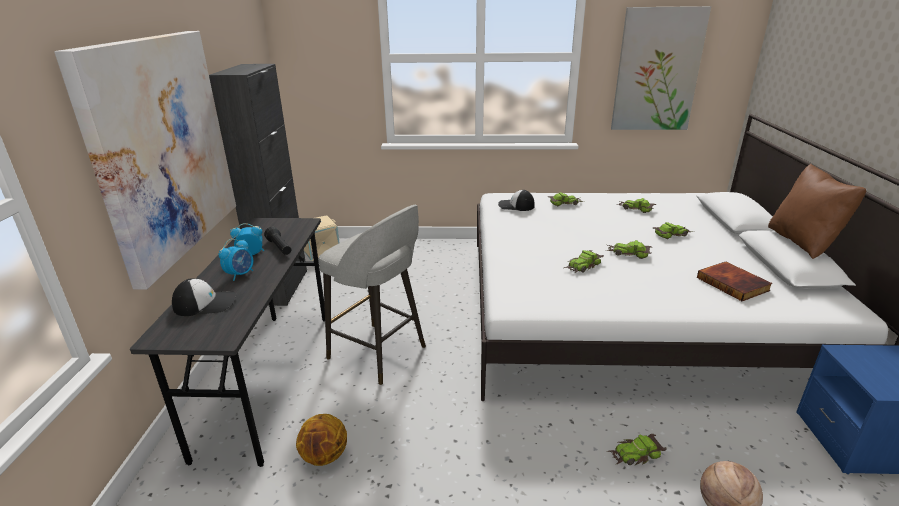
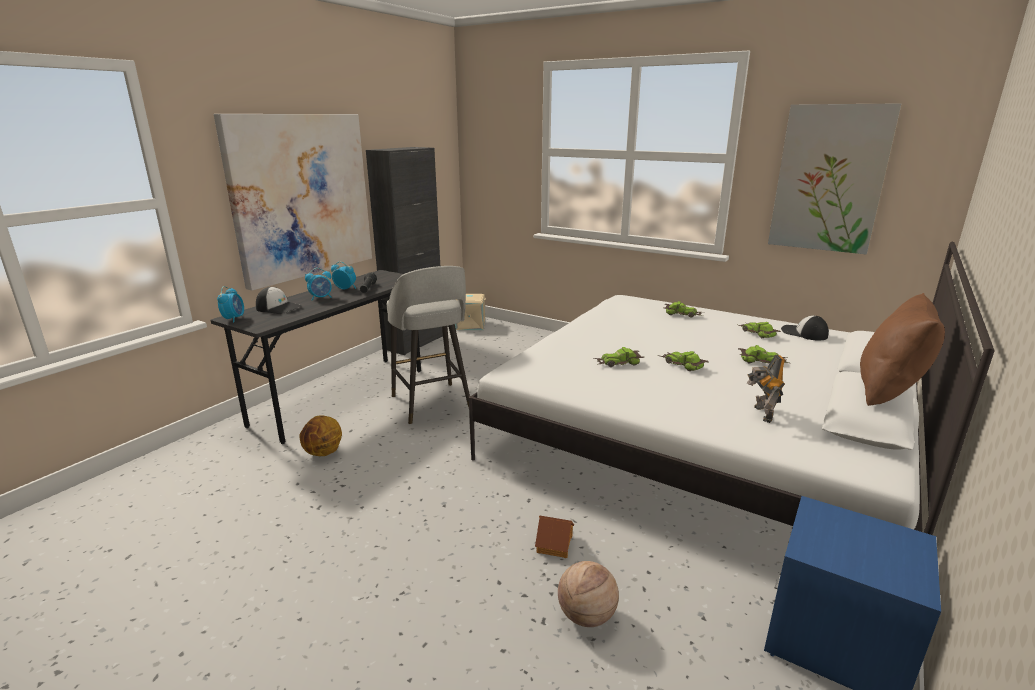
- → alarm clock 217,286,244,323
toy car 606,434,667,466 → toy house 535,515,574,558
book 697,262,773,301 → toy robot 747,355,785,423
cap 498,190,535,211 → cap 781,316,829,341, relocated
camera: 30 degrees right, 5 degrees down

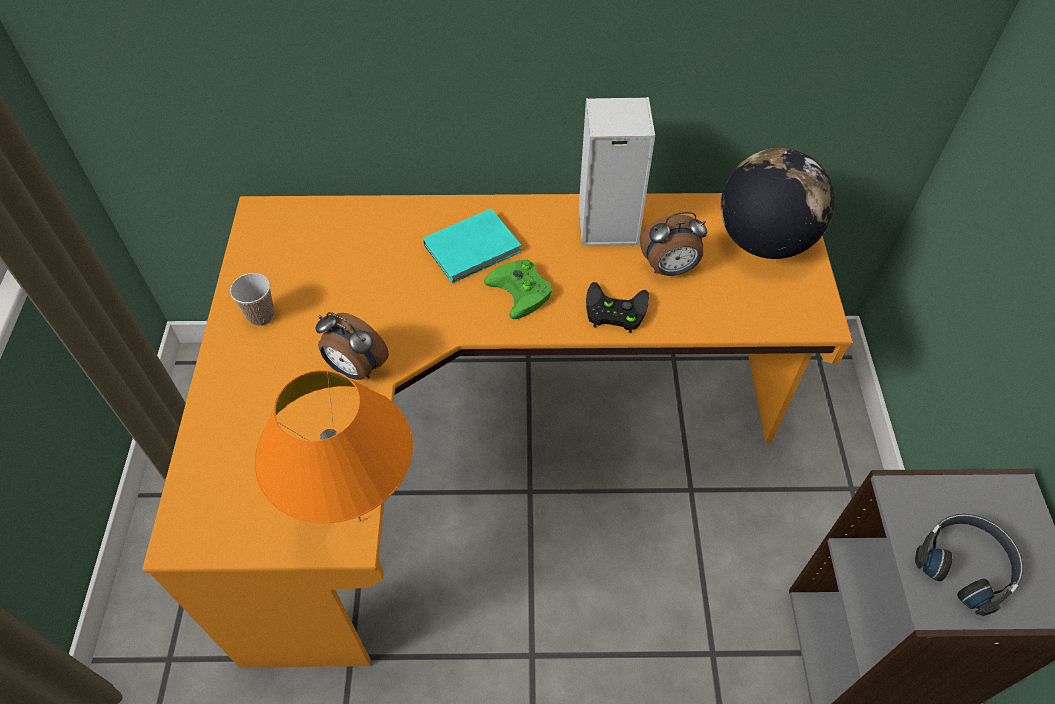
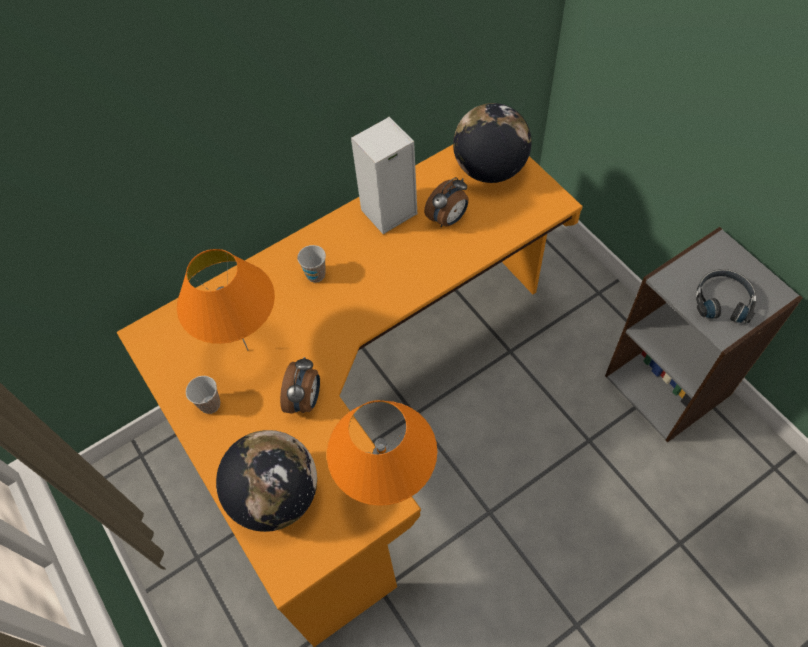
- → orange table lamp 177,249,275,350
- → globe 216,430,317,532
alarm clock 316,312,389,380 → alarm clock 280,357,320,414, 75 degrees counterclockwise
turquoise book 423,209,521,284 → cup 297,245,326,283
green game controller 484,259,552,319 → -
black game controller 586,282,649,333 → -
camera: 30 degrees left, 5 degrees up

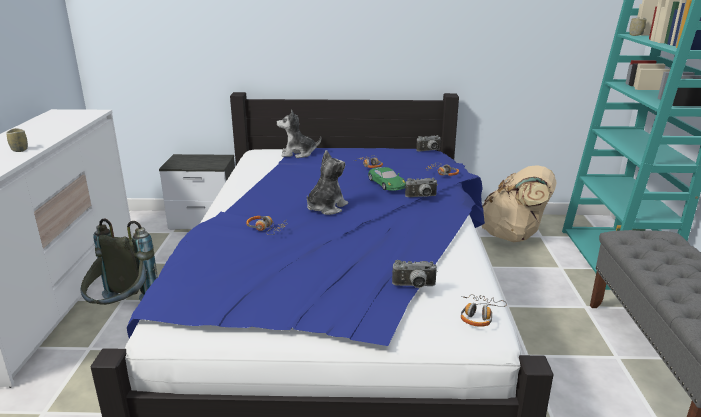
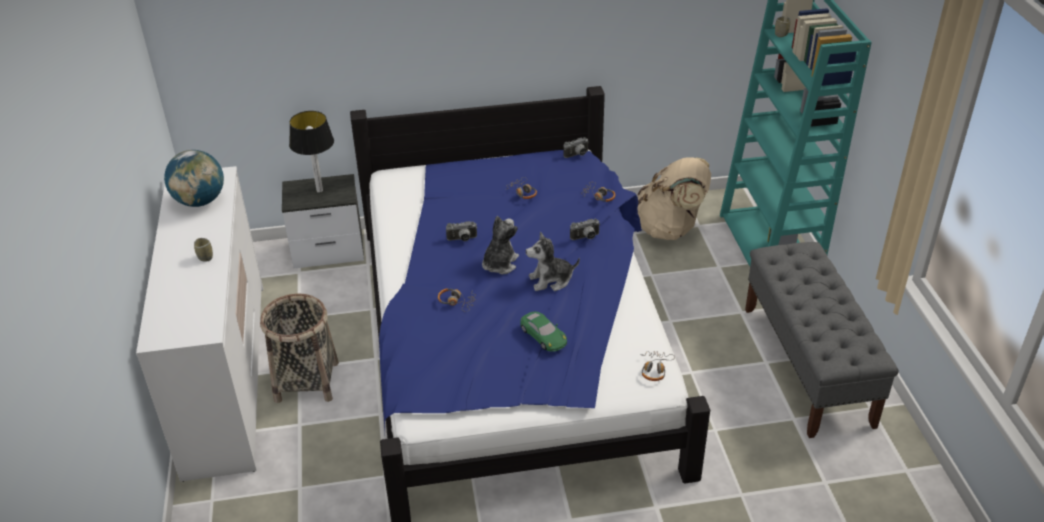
- → globe 164,150,224,207
grey backpack 80,218,158,305 → basket 260,293,339,403
- → table lamp 289,111,334,193
photo camera 392,260,437,288 → photo camera 446,221,477,241, relocated
green toy car 368,167,406,191 → green toy car 520,312,567,352, relocated
plush toy 277,110,322,158 → plush toy 526,232,580,291, relocated
camera: 10 degrees left, 15 degrees up

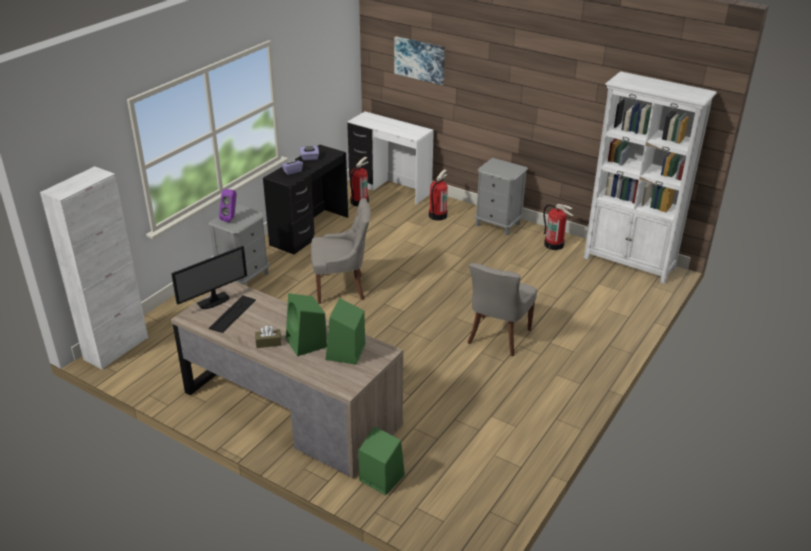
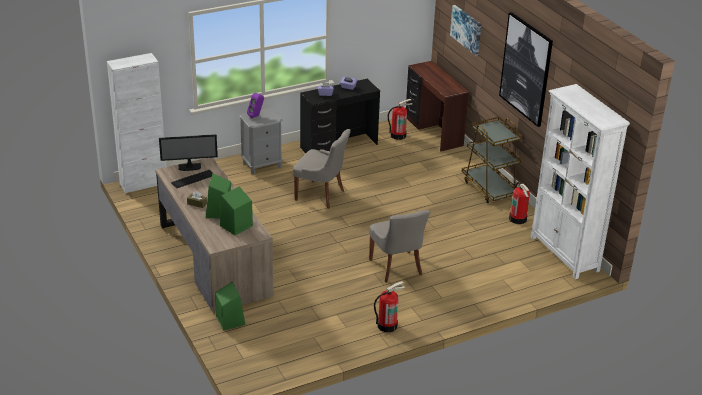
grey chair 467,263,537,356 → grey chair 369,210,430,282, 75 degrees counterclockwise
fire extinguisher 429,169,448,221 → fire extinguisher 374,281,405,332, relocated
white desk 347,111,434,205 → brown desk 406,61,469,152
grey nightstand 474,158,528,235 → brown cart 462,117,522,203
- → picture 499,12,553,127
camera: 30 degrees right, 0 degrees up

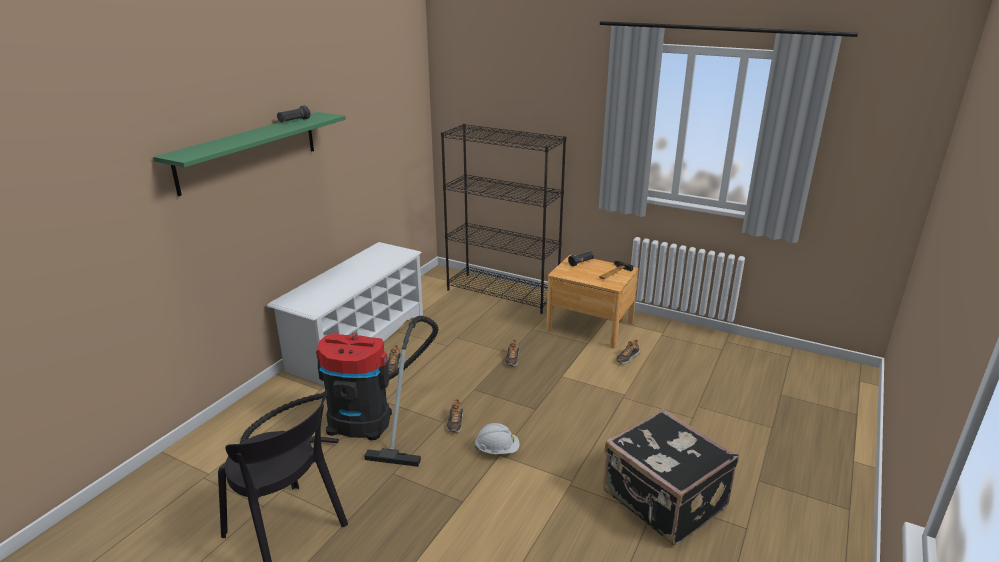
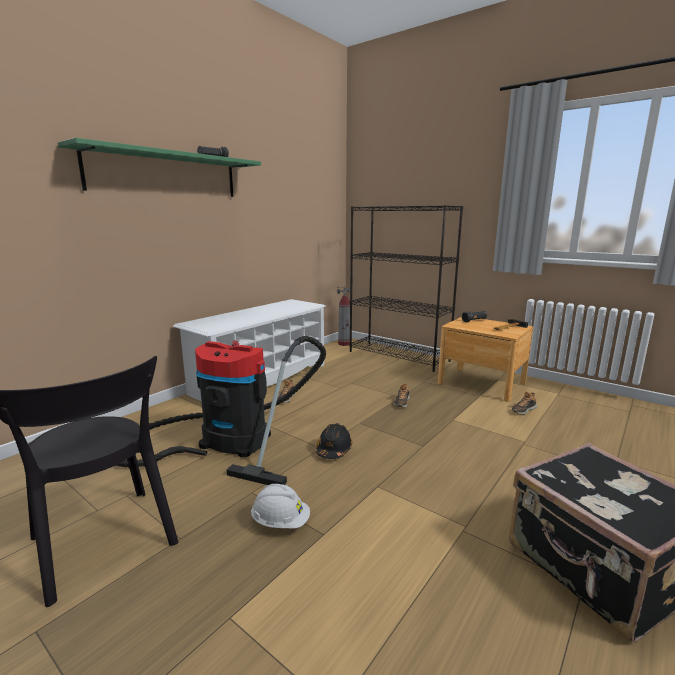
white hard hat 475,423,519,454 → white hard hat 251,484,310,528, relocated
shoe 446,399,464,433 → black hard hat 316,423,353,459
- → fire extinguisher 337,287,350,346
camera: 10 degrees right, 10 degrees down

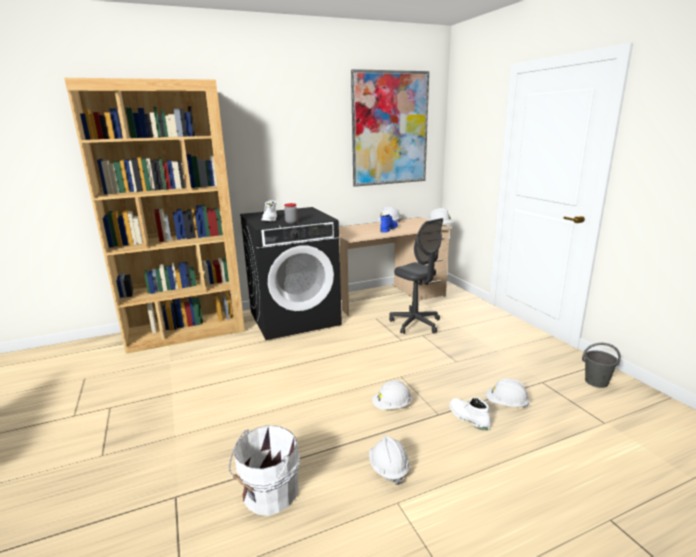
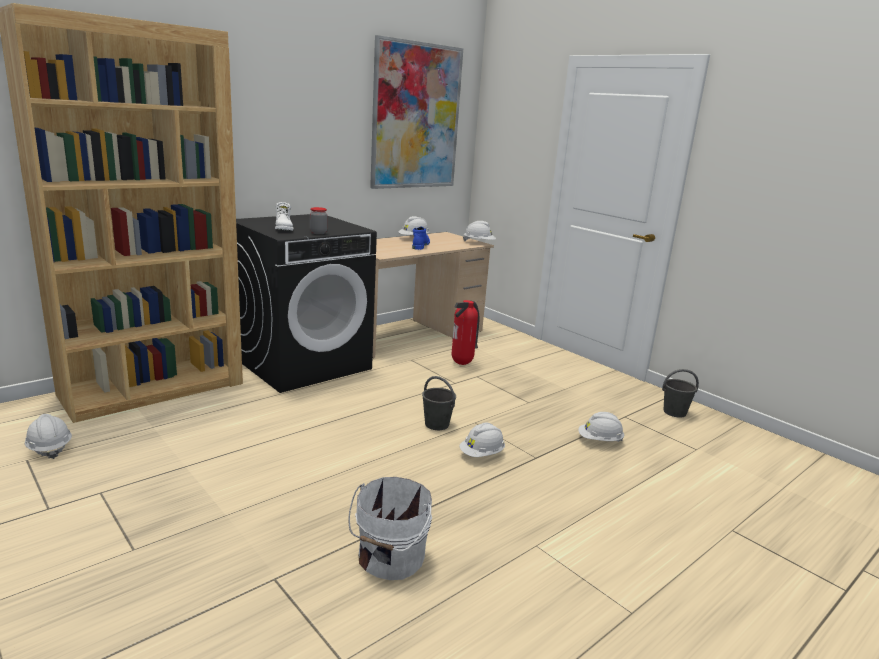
white hard hat 369,435,410,485 → white hard hat 25,414,72,459, relocated
- → grey bucket 422,376,456,430
grey office chair 389,218,443,334 → fire extinguisher 452,300,479,365
white boot 449,398,491,430 → -
camera: 20 degrees left, 0 degrees up

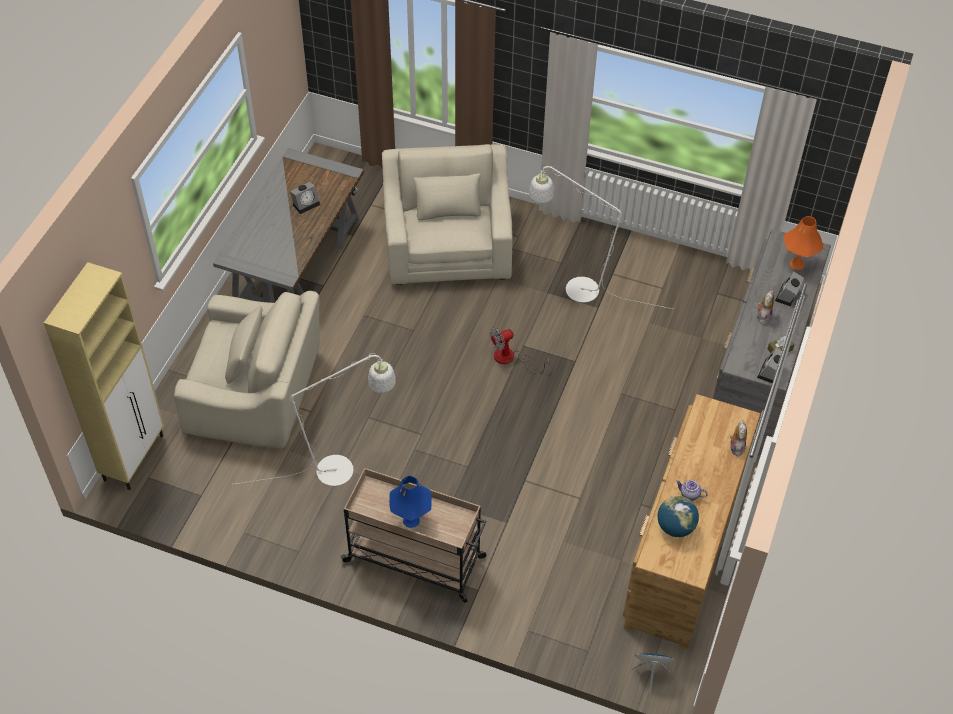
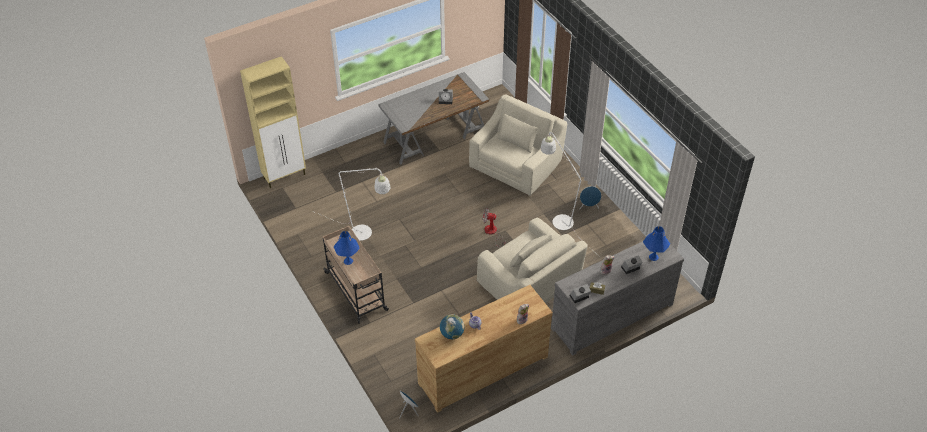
beige armchair 174,291,320,448 → beige armchair 477,218,588,303, relocated
- → blue speaker 580,186,601,209
orange table lamp 784,216,823,270 → blue table lamp 643,226,670,261
camera: 40 degrees right, 5 degrees down

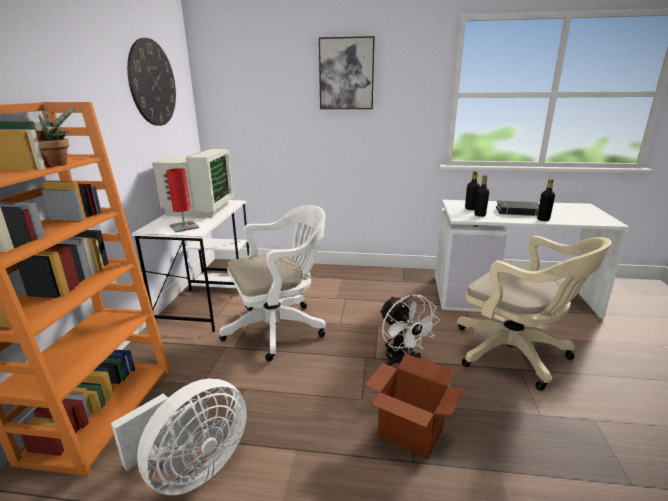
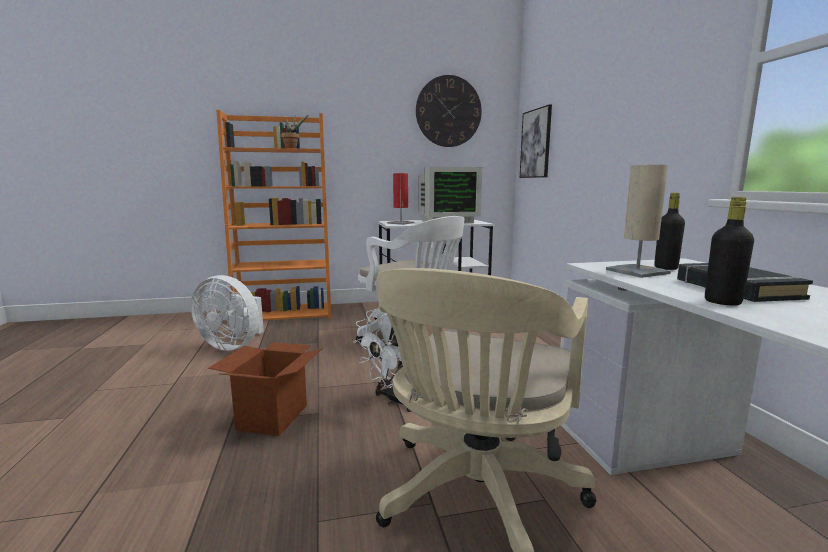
picture 319,36,375,109 → picture 520,104,552,178, relocated
black bottle 474,176,489,217 → beige table lamp 606,165,671,278
camera: 70 degrees right, 10 degrees down

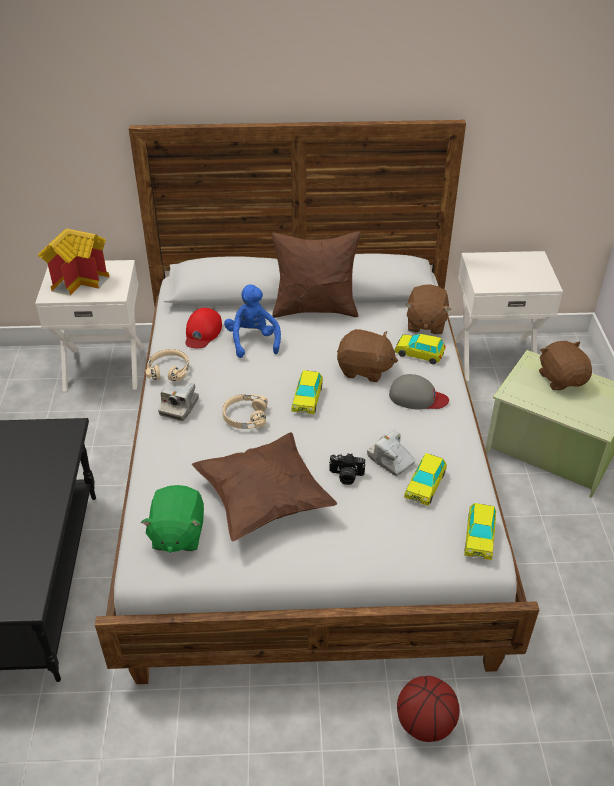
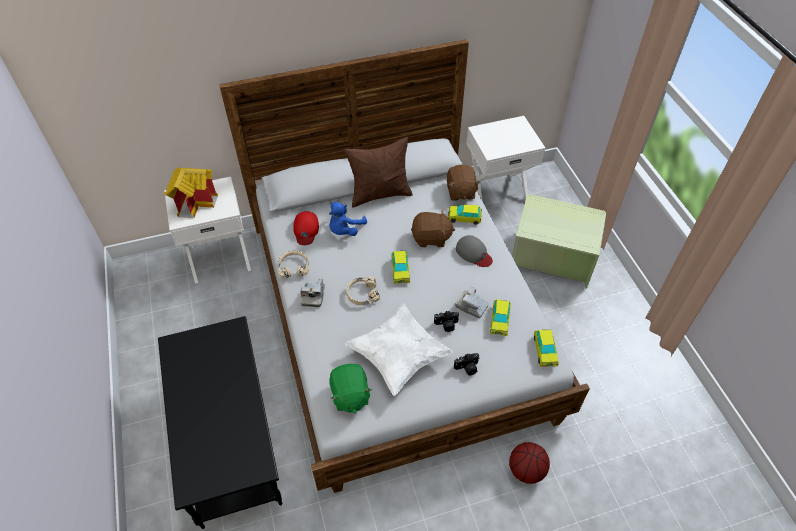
blue plush toy 224,284,281,358 → blue plush toy 329,202,367,236, 120 degrees counterclockwise
brown pillow 192,432,337,541 → white pillow 345,304,453,396
- → photo camera 454,353,480,375
grey cap 389,374,449,410 → grey cap 456,235,493,267, 45 degrees clockwise
brown plush toy 539,341,592,390 → -
camera: 15 degrees left, 10 degrees up

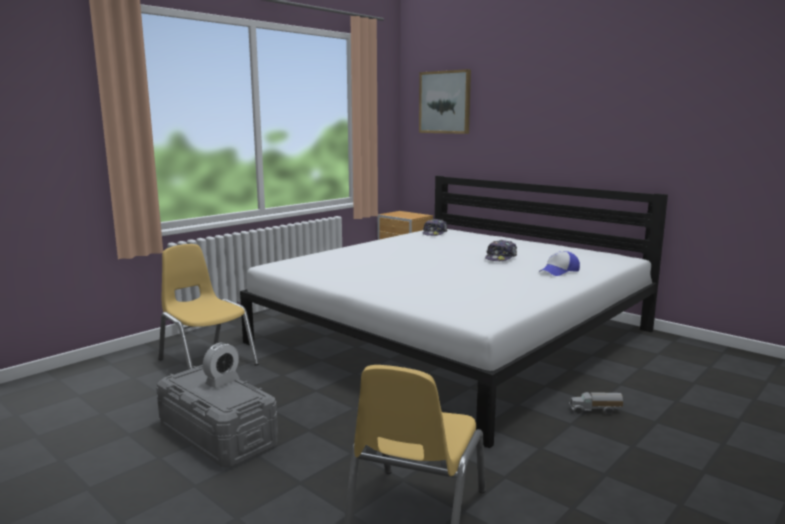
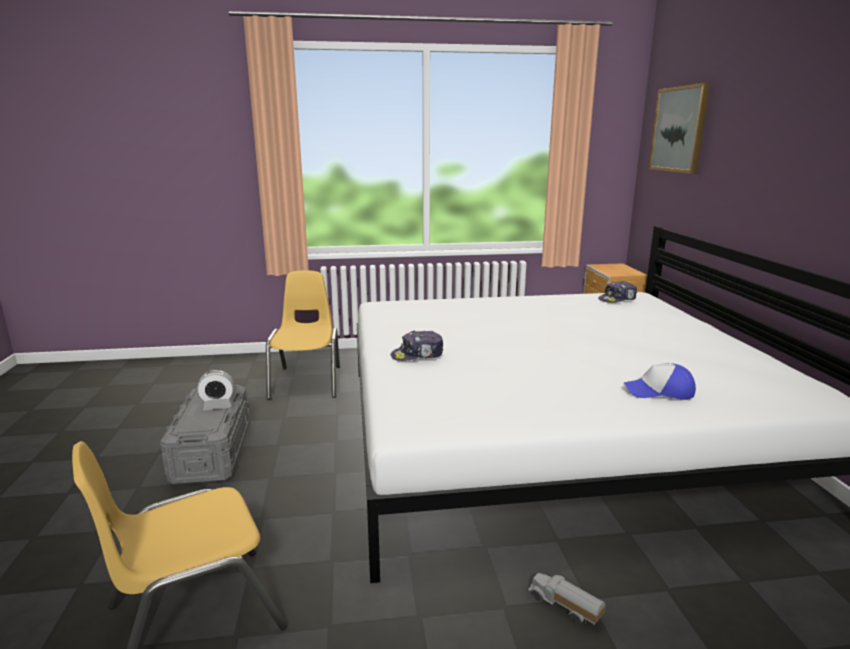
cap 485,240,517,261 → cap 391,331,443,361, relocated
camera: 40 degrees right, 5 degrees up

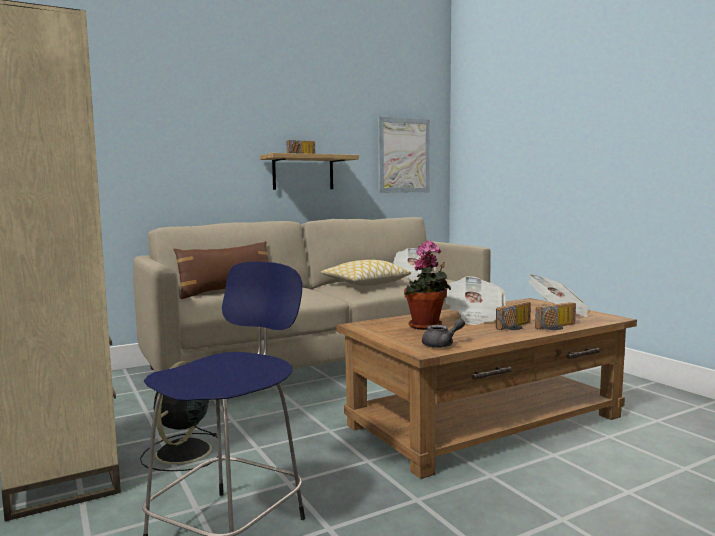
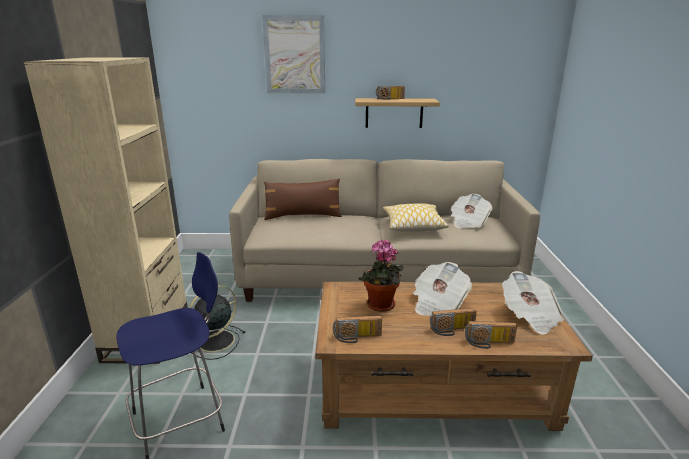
picture 378,116,430,193 → picture 262,15,326,94, relocated
grey teapot 422,318,465,348 → radio 333,316,382,343
camera: 30 degrees right, 15 degrees up

